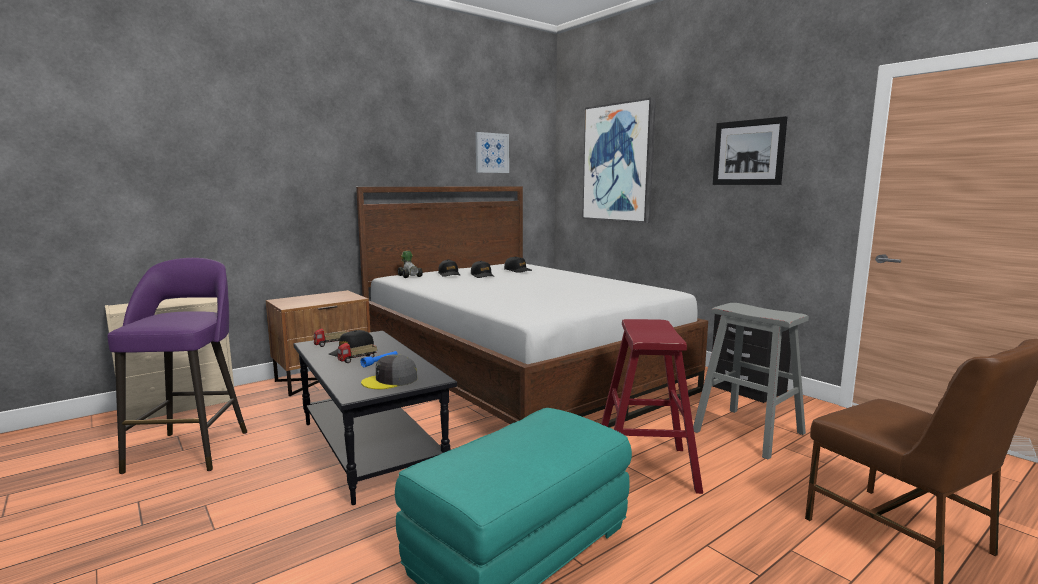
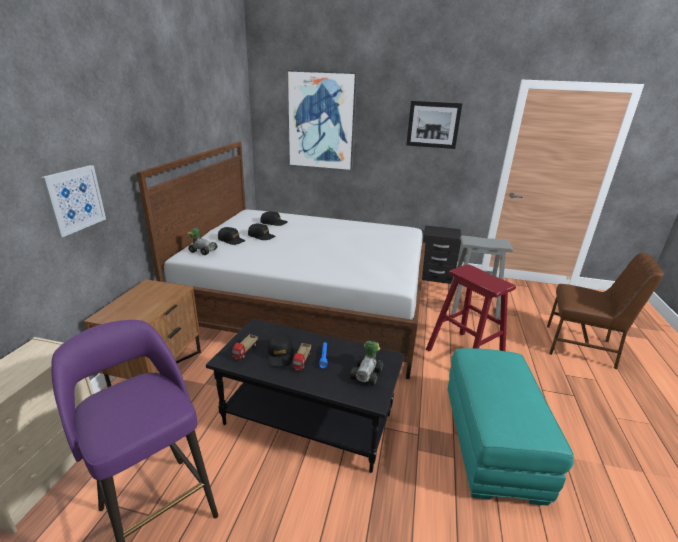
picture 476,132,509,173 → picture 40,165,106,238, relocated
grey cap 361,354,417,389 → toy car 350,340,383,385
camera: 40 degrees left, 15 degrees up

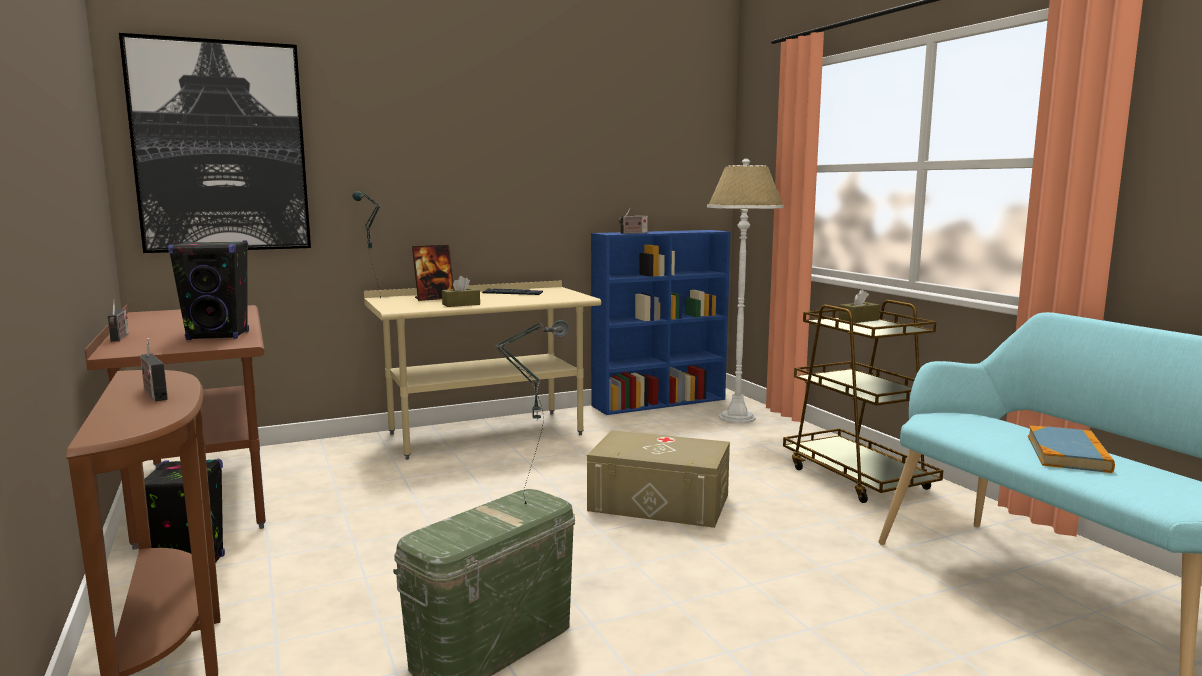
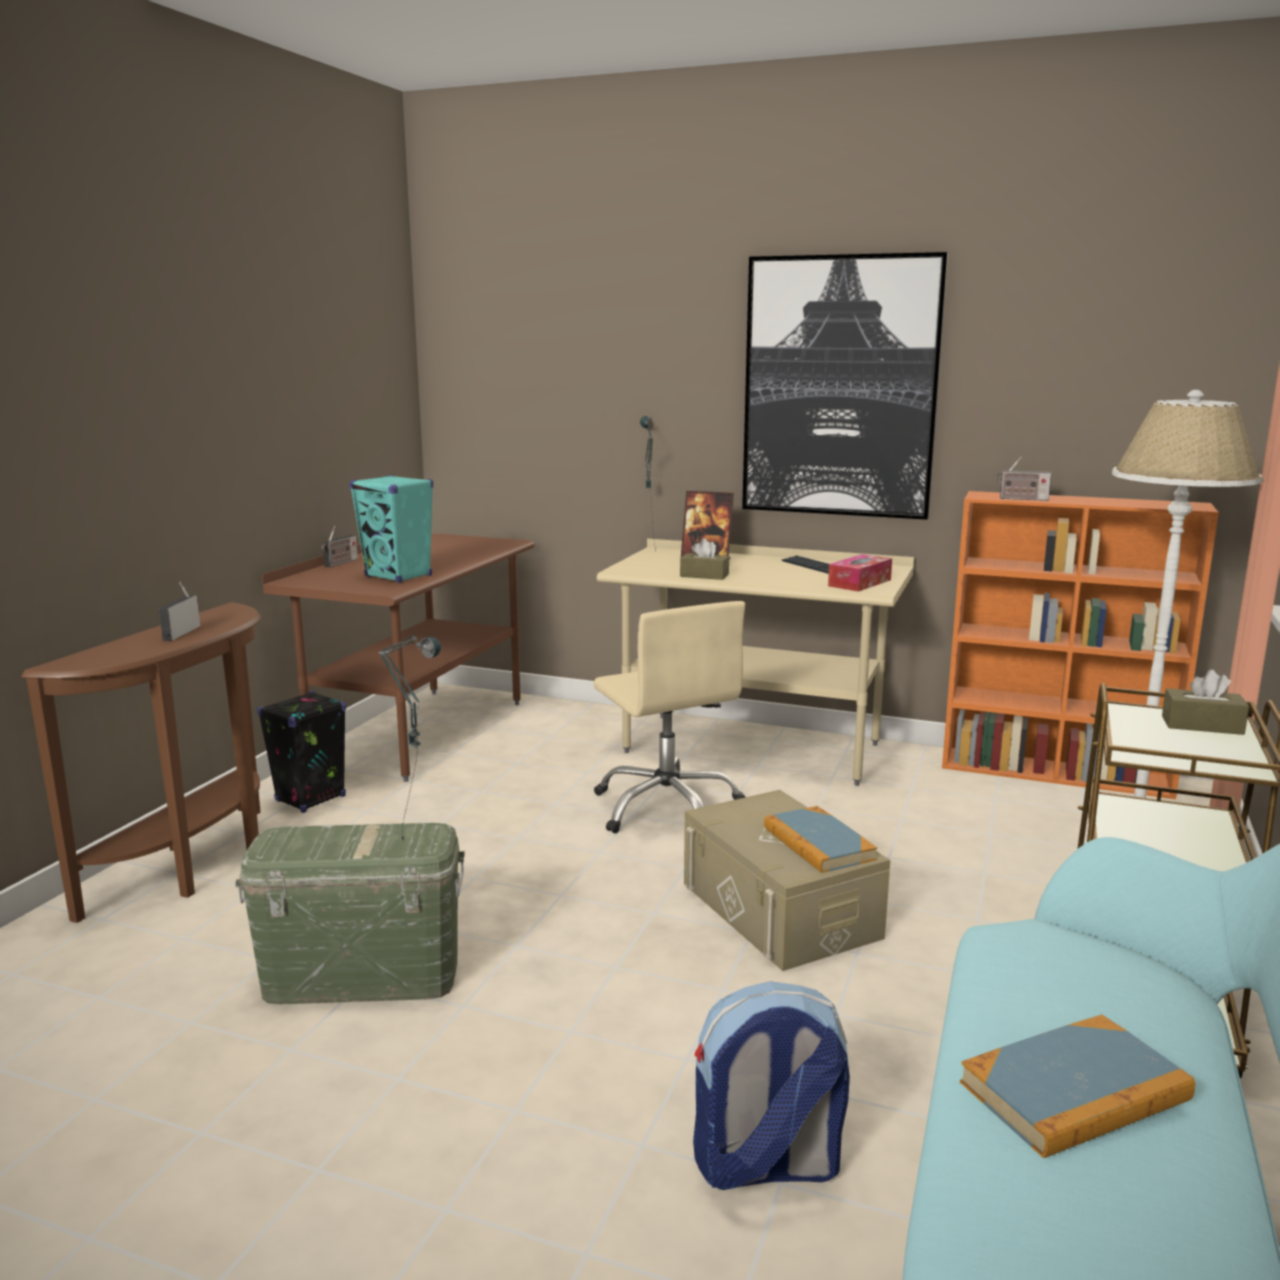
black speaker 168,240,249,340 → turquoise speaker 349,475,433,583
- → beige office chair 593,601,745,833
- → backpack 693,981,850,1190
picture 119,33,311,253 → picture 742,252,948,520, relocated
- → book 764,806,877,873
- → tissue box 828,554,892,592
blue bookcase 591,230,731,415 → orange bookcase 942,491,1219,799
camera: 45 degrees right, 5 degrees up

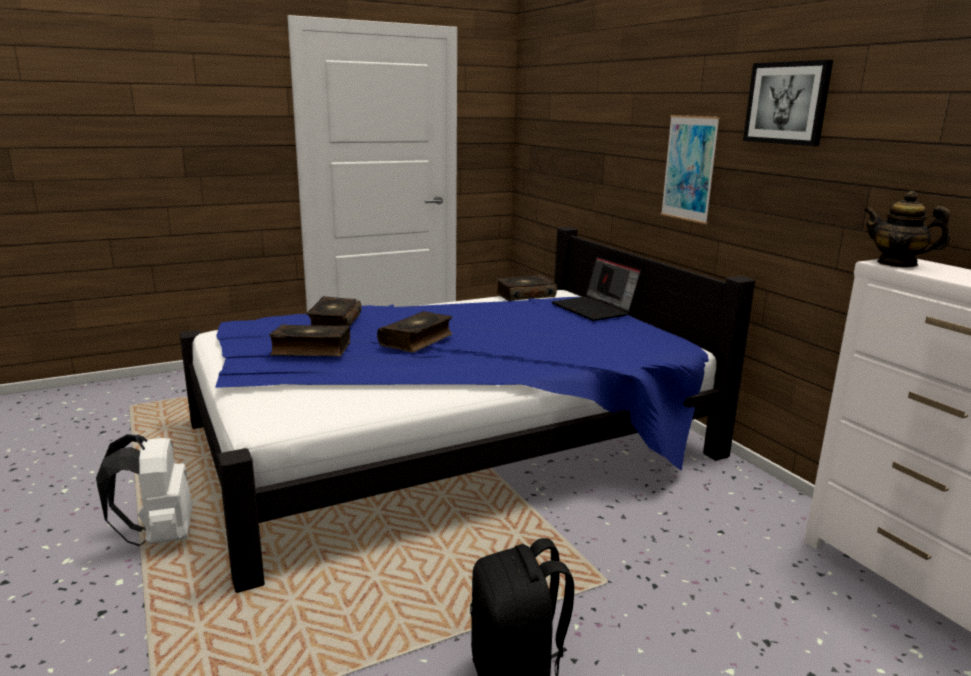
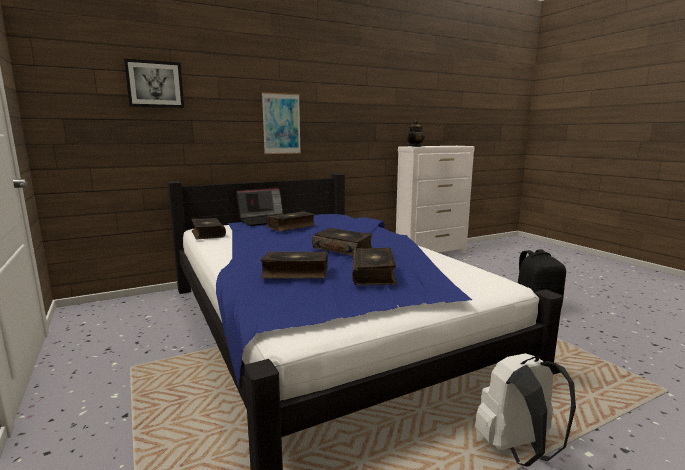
picture 743,60,833,146 → picture 124,58,184,108, relocated
- → book 266,211,316,231
camera: 90 degrees left, 5 degrees down

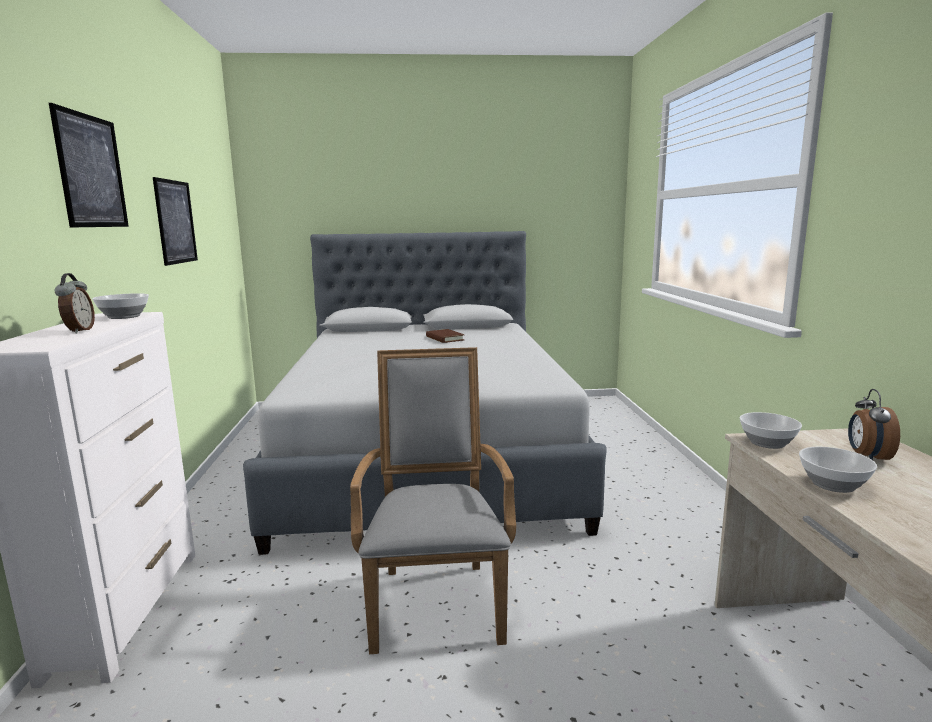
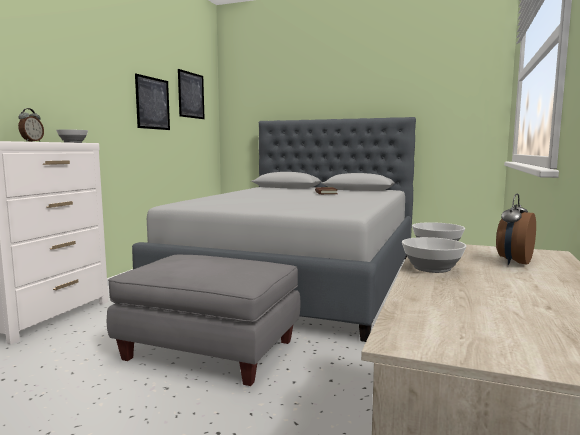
grey armchair 350,347,516,654 → grey ottoman 107,254,300,386
picture 49,103,129,228 → picture 178,69,205,119, relocated
camera: 25 degrees right, 5 degrees down

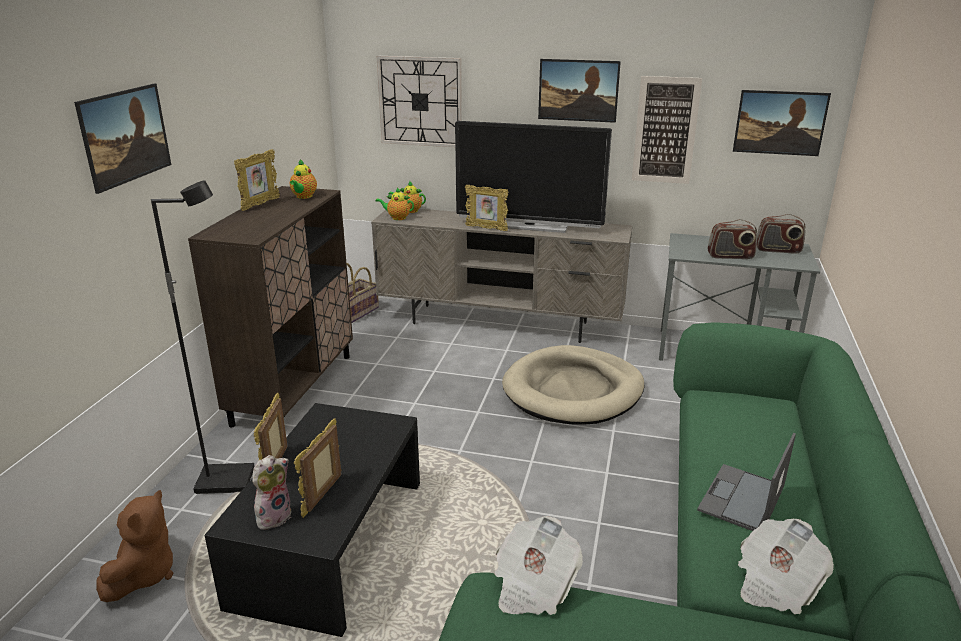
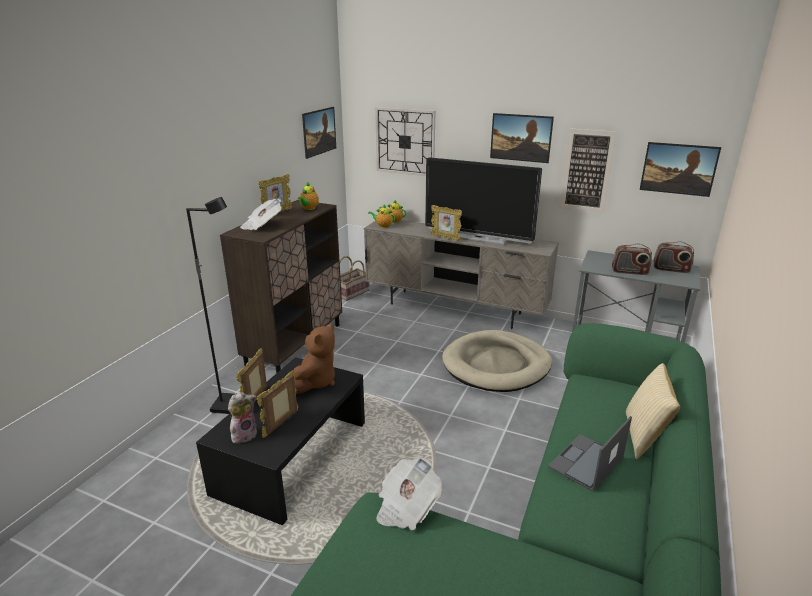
newspaper 738,519,834,614 → newspaper 240,199,282,230, relocated
brown plush toy 96,490,174,602 → brown plush toy 294,323,335,394, relocated
picture 74,84,171,194 → picture 302,107,336,159, relocated
- → pillow 626,363,680,460
camera: 10 degrees right, 0 degrees up

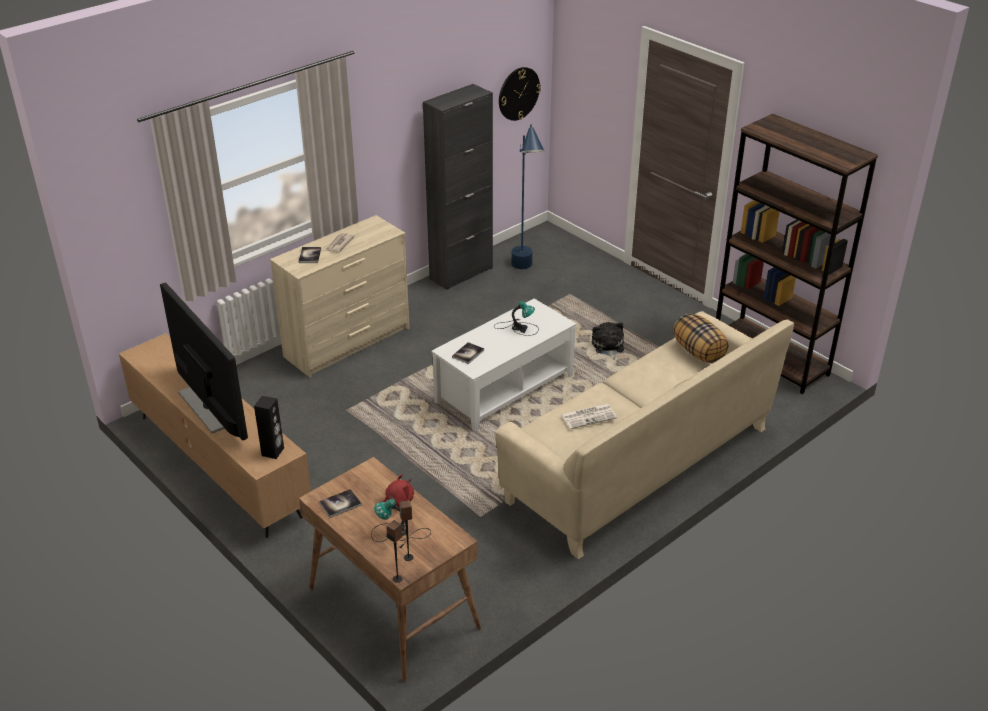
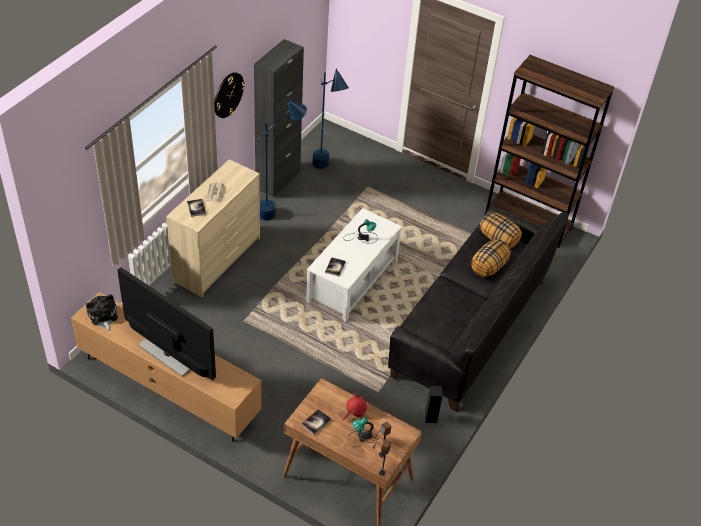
plush toy 592,322,624,359 → plush toy 86,294,118,331, relocated
wall clock 499,67,541,121 → wall clock 214,72,245,118, relocated
- → blue floor lamp 257,100,307,220
beige sofa 495,311,794,559 → black sofa 388,205,569,412
black speaker 254,396,284,459 → black speaker 425,386,442,423, relocated
- → pillow 471,239,511,277
newspaper 560,404,617,429 → -
camera: 20 degrees left, 10 degrees up

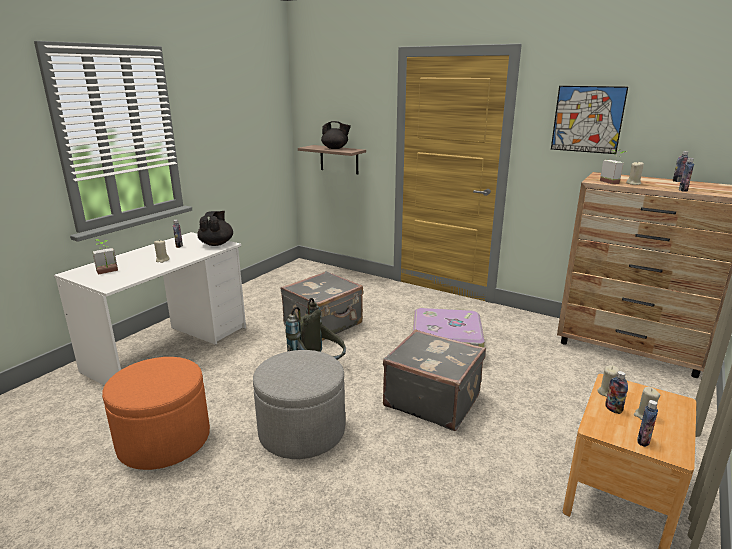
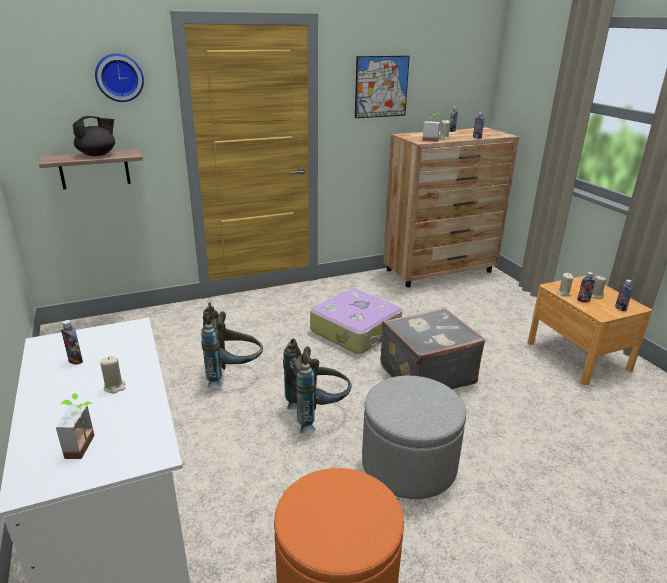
- → wall clock 95,53,144,102
grey suitcase 280,271,363,341 → grey backpack 201,302,263,388
black teapot 197,211,233,246 → -
camera: 55 degrees left, 5 degrees up

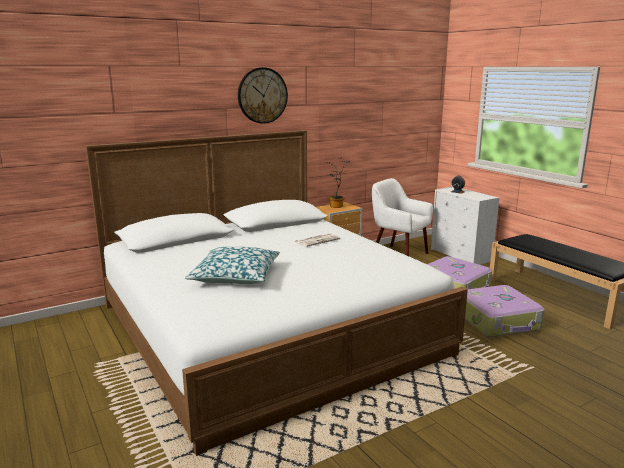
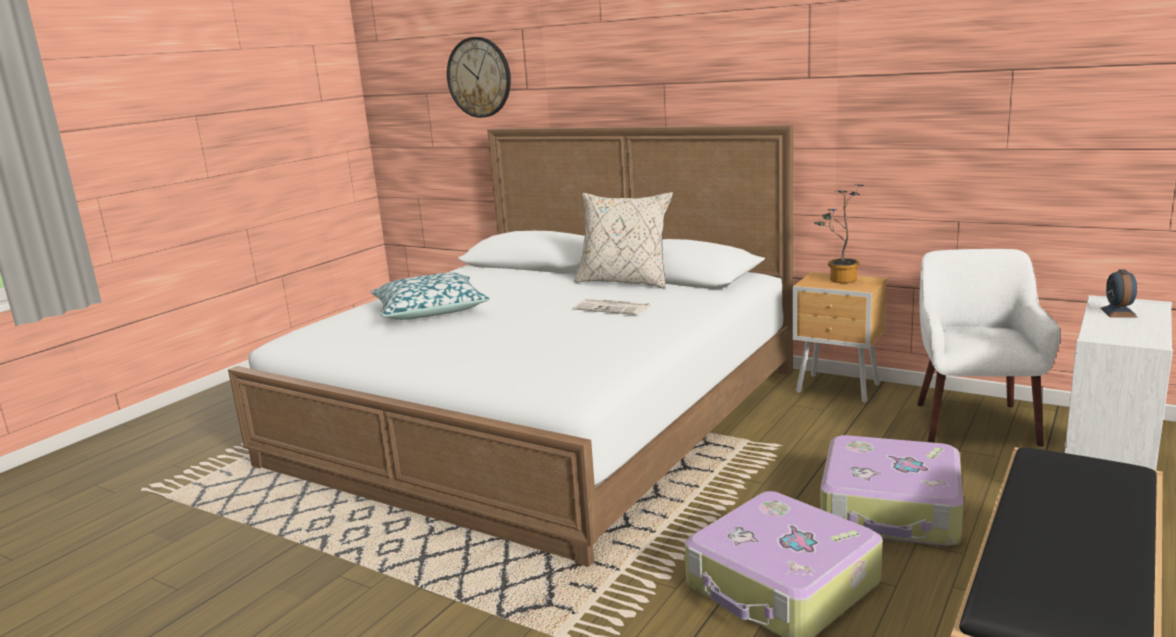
wall clock 238,67,288,124 → wall clock 447,37,511,118, relocated
- → beige pillow 574,192,673,289
camera: 65 degrees right, 0 degrees up

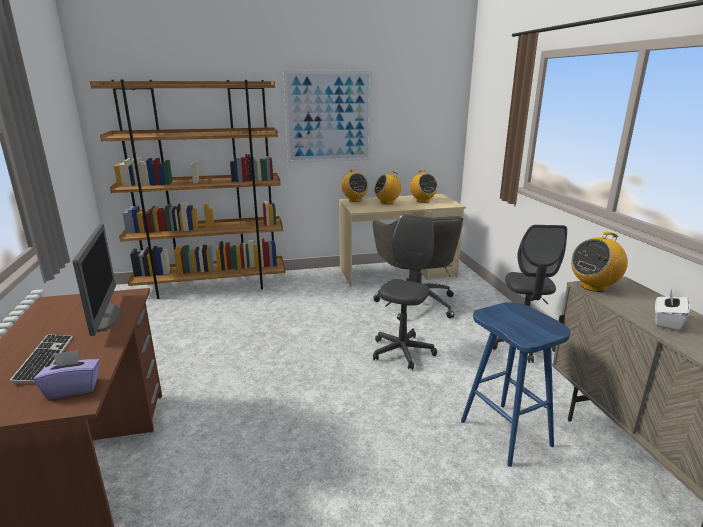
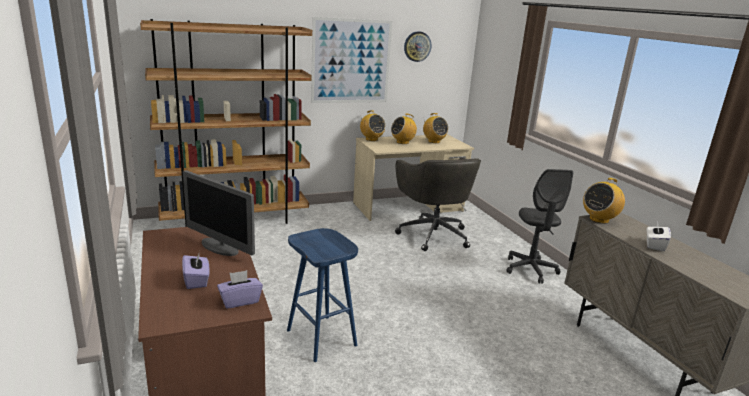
monitor 73,224,120,336 → monitor 182,170,255,256, 150 degrees clockwise
keyboard 9,334,73,384 → purple tissue box 182,251,210,289
blue stool 461,302,570,467 → blue stool 287,228,358,362, relocated
- → wall clock 404,31,431,62
grey office chair 373,214,437,370 → -
camera: 10 degrees left, 0 degrees up

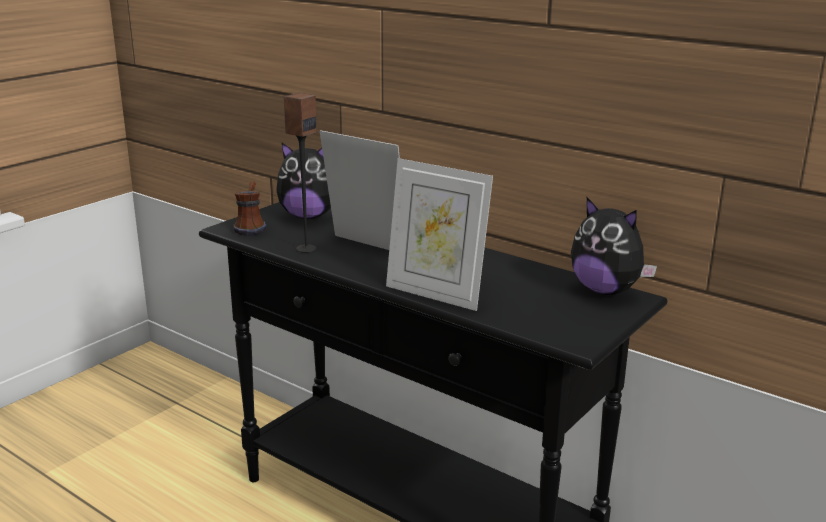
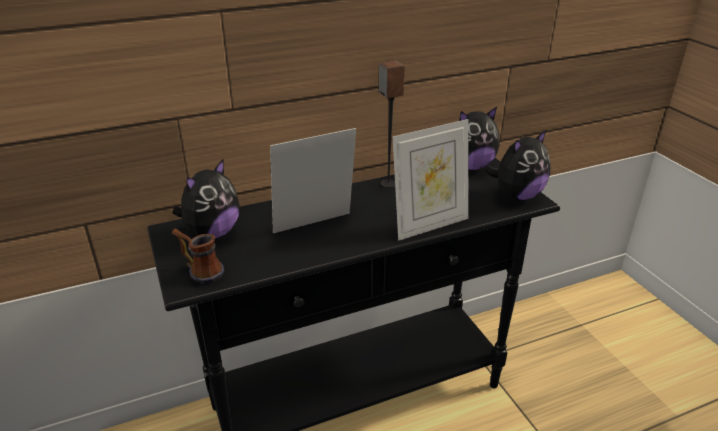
speaker 283,93,317,253 → speaker 379,60,405,188, relocated
- → plush toy 485,129,551,201
camera: 60 degrees left, 10 degrees up

